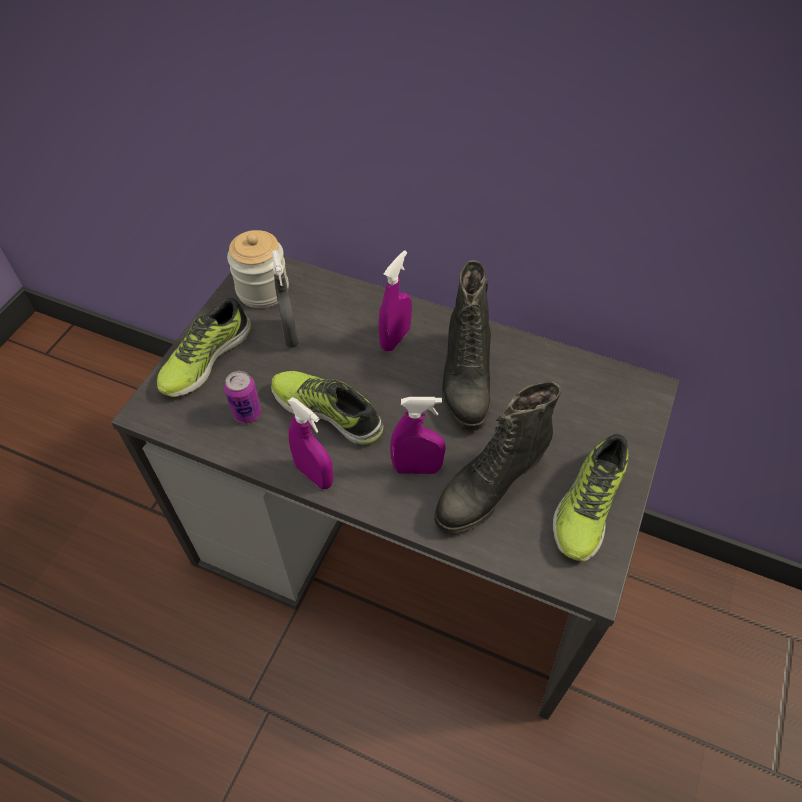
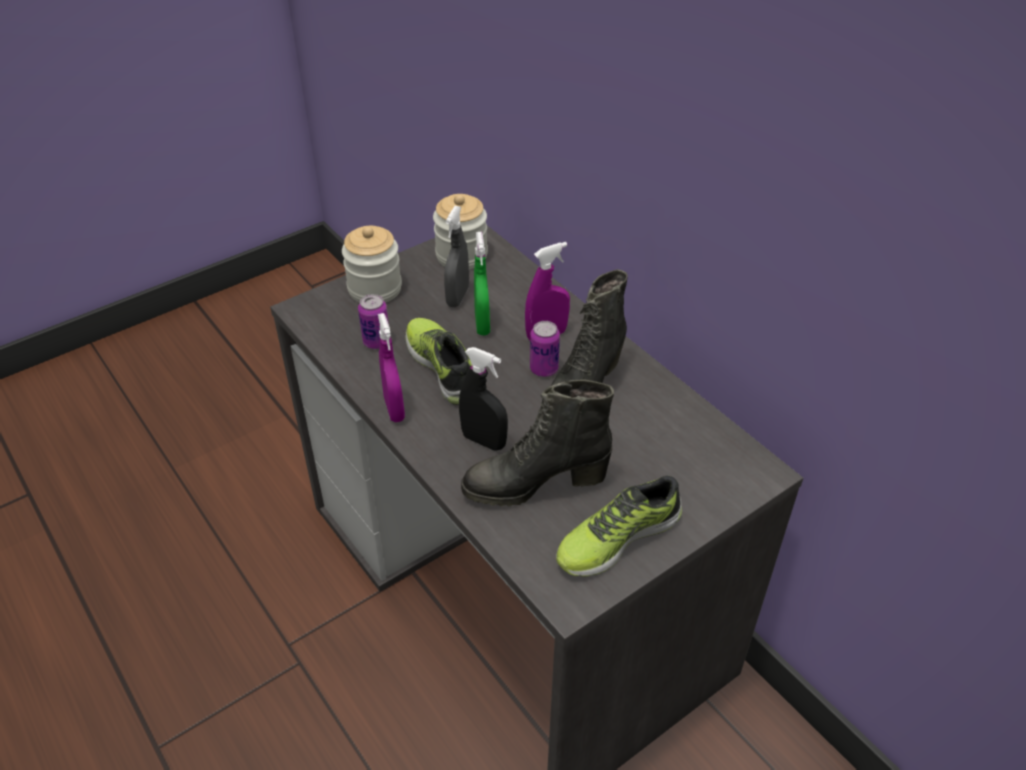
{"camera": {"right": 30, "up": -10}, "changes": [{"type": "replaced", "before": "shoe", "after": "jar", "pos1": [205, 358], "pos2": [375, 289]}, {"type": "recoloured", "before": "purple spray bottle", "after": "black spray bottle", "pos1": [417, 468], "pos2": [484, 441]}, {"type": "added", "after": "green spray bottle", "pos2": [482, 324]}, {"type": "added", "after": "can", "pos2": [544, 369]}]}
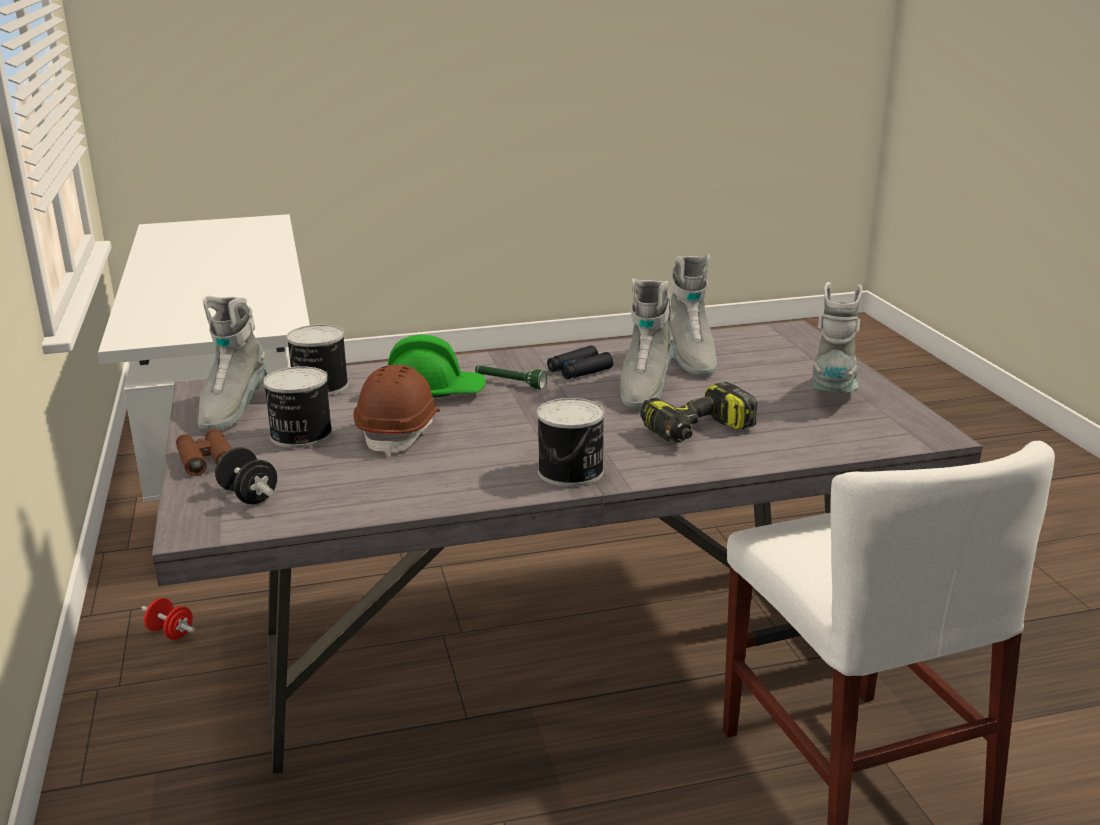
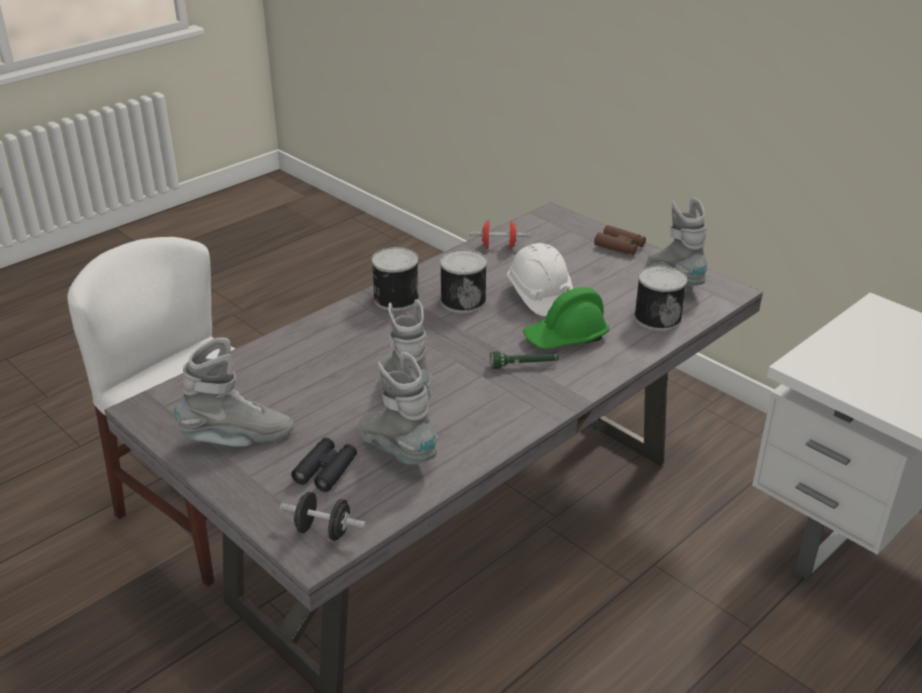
{"camera": {"right": 150, "up": 10}, "changes": [{"type": "turned", "before": "grey boot", "pos1": [833, 393], "pos2": [238, 439], "turn": -90}, {"type": "moved", "before": "black dumbbell", "pos1": [248, 496], "pos2": [323, 531]}, {"type": "moved", "before": "black binoculars", "pos1": [579, 370], "pos2": [326, 470]}, {"type": "moved", "before": "can", "pos1": [300, 435], "pos2": [463, 300]}, {"type": "moved", "before": "red dumbbell", "pos1": [171, 633], "pos2": [499, 247]}, {"type": "recoloured", "before": "brown hard hat", "after": "white hard hat", "pos1": [400, 432], "pos2": [539, 296]}, {"type": "removed", "before": "power drill", "pos1": [698, 431]}]}
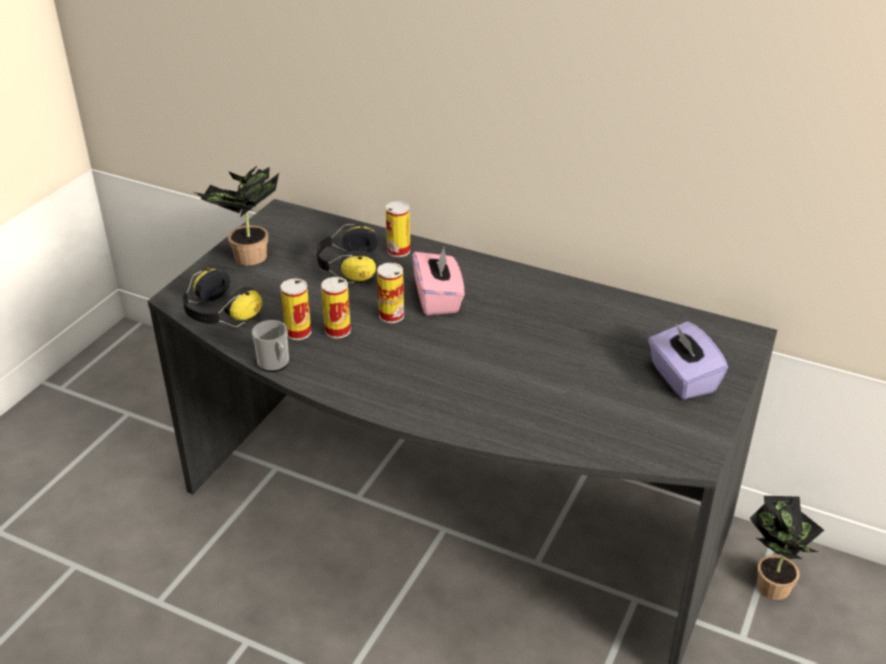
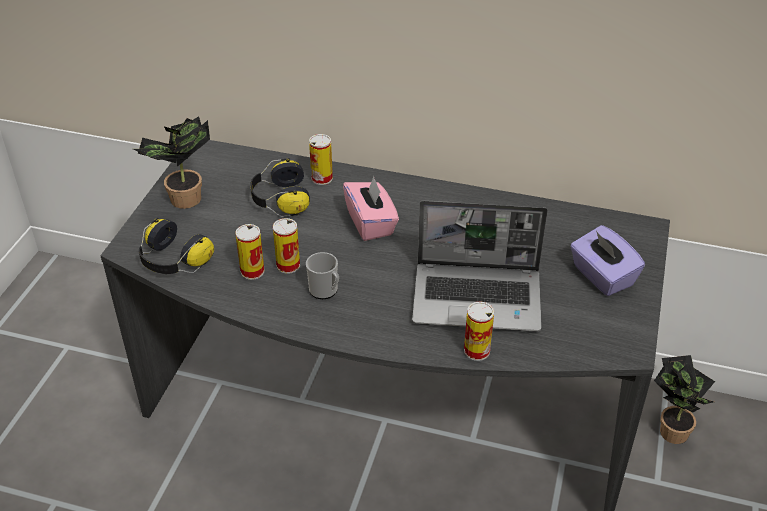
{"camera": {"right": -10, "up": 5}, "changes": [{"type": "moved", "before": "mug", "pos1": [275, 364], "pos2": [325, 291]}, {"type": "added", "after": "laptop", "pos2": [478, 298]}, {"type": "moved", "before": "can", "pos1": [391, 315], "pos2": [476, 351]}]}
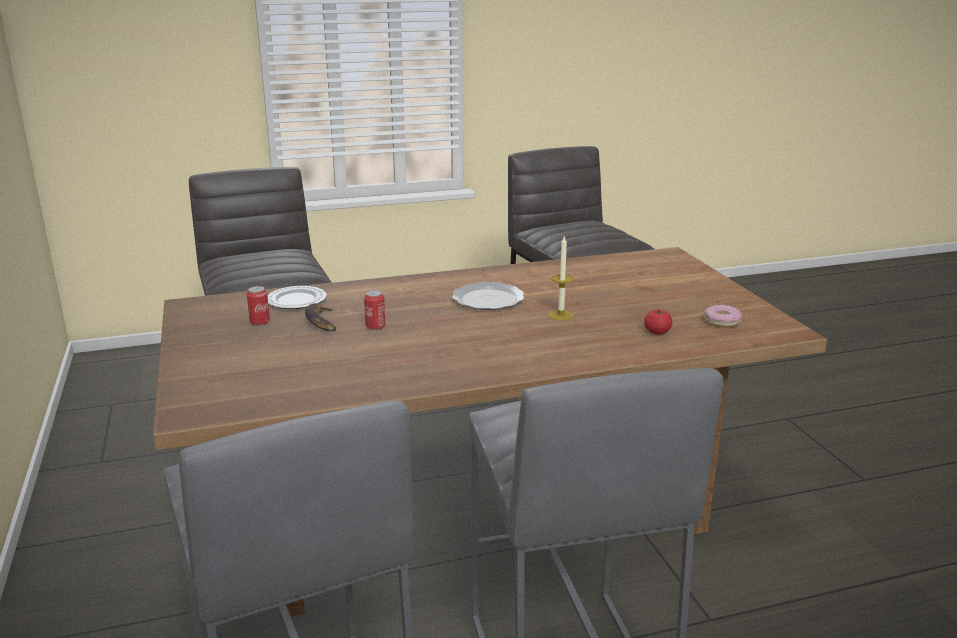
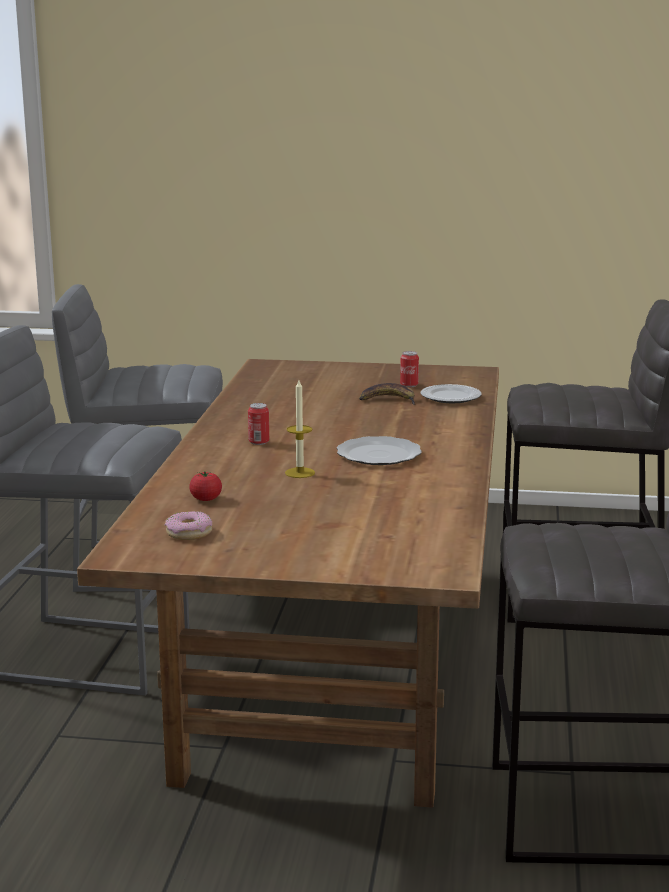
{"camera": {"right": 115, "up": -5}, "changes": [{"type": "moved", "before": "can", "pos1": [375, 327], "pos2": [259, 442]}]}
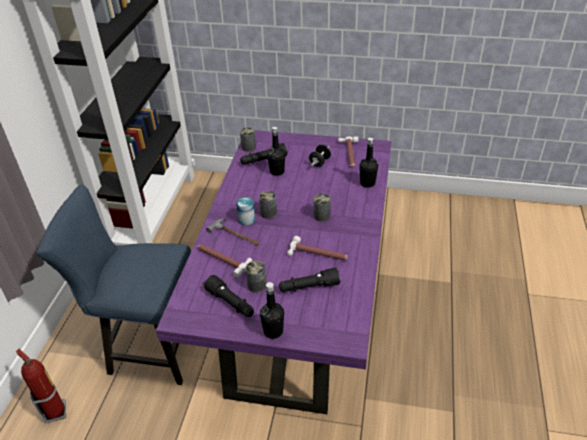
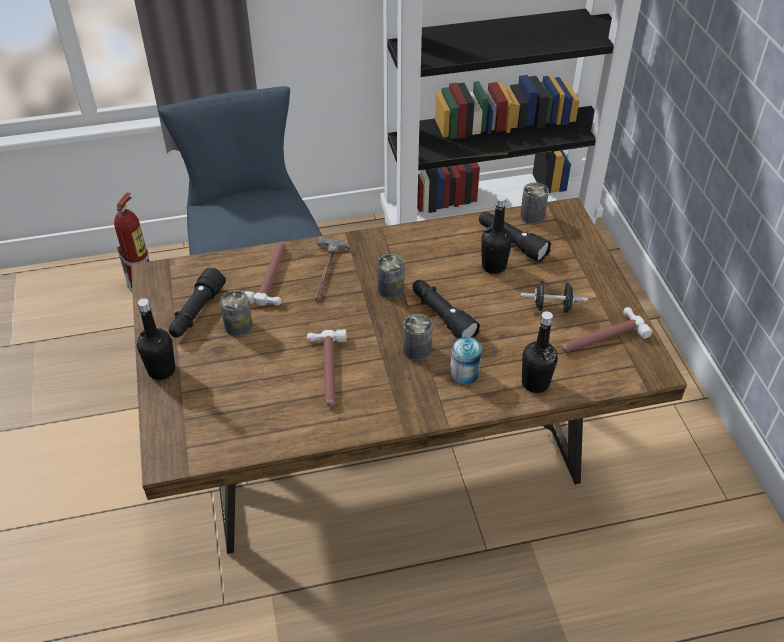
{"camera": {"right": 65, "up": 5}, "changes": [{"type": "recoloured", "before": "purple dining table", "after": "brown dining table", "pos1": [296, 310], "pos2": [394, 455]}, {"type": "moved", "before": "black flashlight", "pos1": [309, 287], "pos2": [442, 316]}, {"type": "moved", "before": "can", "pos1": [246, 219], "pos2": [464, 373]}]}
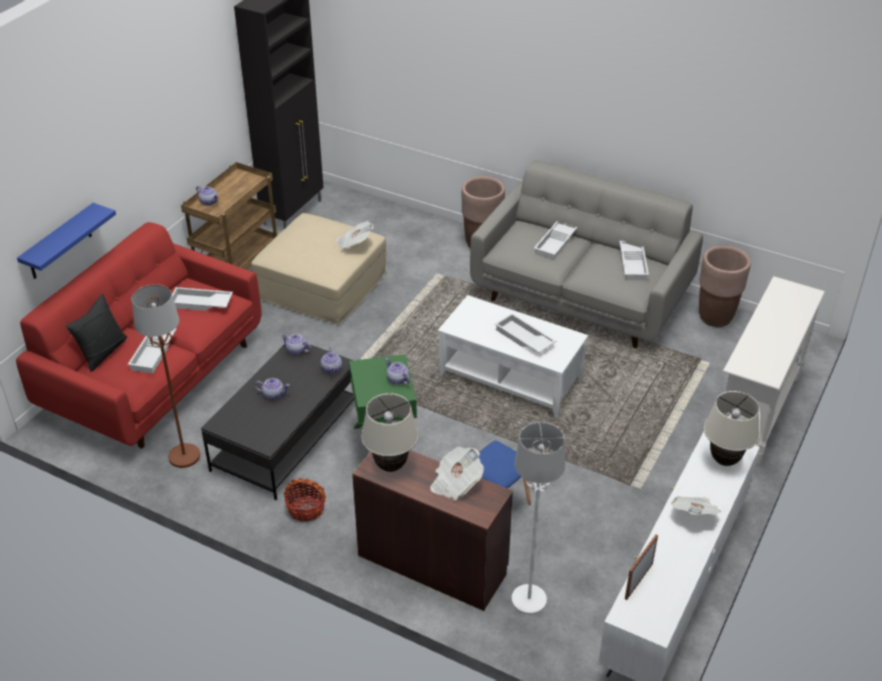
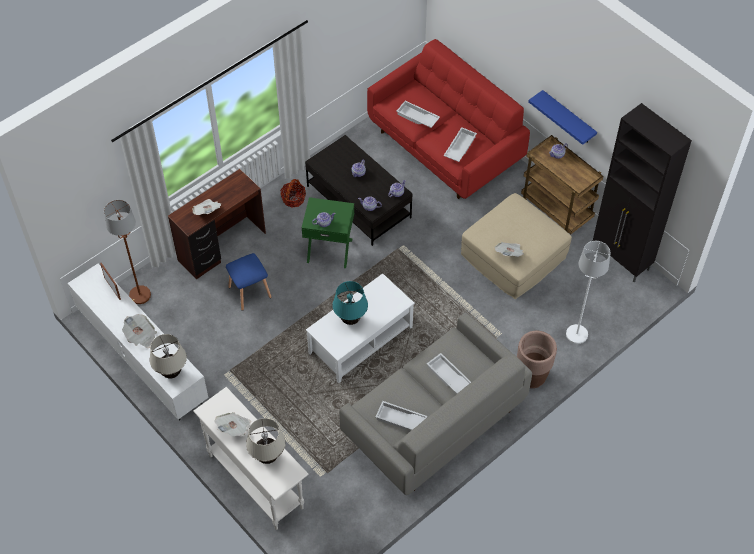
{"camera": {"right": 110, "up": 15}, "changes": [{"type": "moved", "before": "brown floor lamp", "pos1": [184, 456], "pos2": [140, 295]}, {"type": "added", "after": "newspaper", "pos2": [234, 428]}, {"type": "moved", "before": "beige table lamp", "pos1": [391, 466], "pos2": [267, 457]}, {"type": "replaced", "before": "white tray", "after": "turquoise table lamp", "pos1": [523, 338], "pos2": [350, 319]}, {"type": "moved", "before": "blue shelf", "pos1": [59, 243], "pos2": [568, 118]}, {"type": "moved", "before": "white floor lamp", "pos1": [529, 600], "pos2": [577, 334]}, {"type": "removed", "before": "black pillow", "pos1": [103, 352]}, {"type": "removed", "before": "brown planter", "pos1": [715, 317]}]}
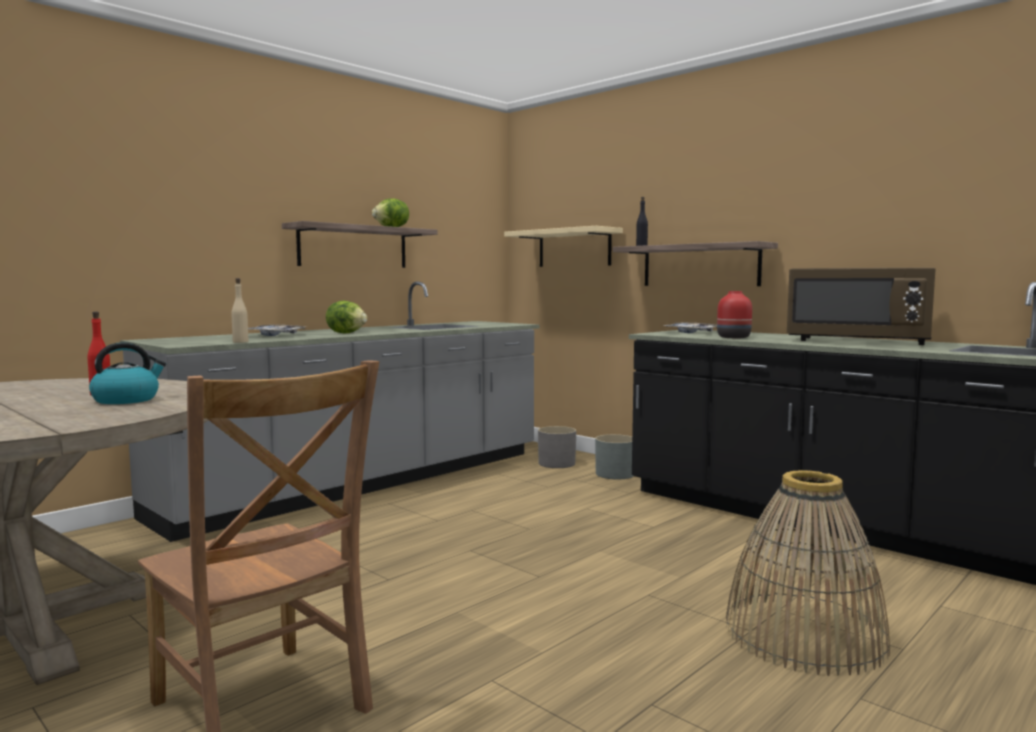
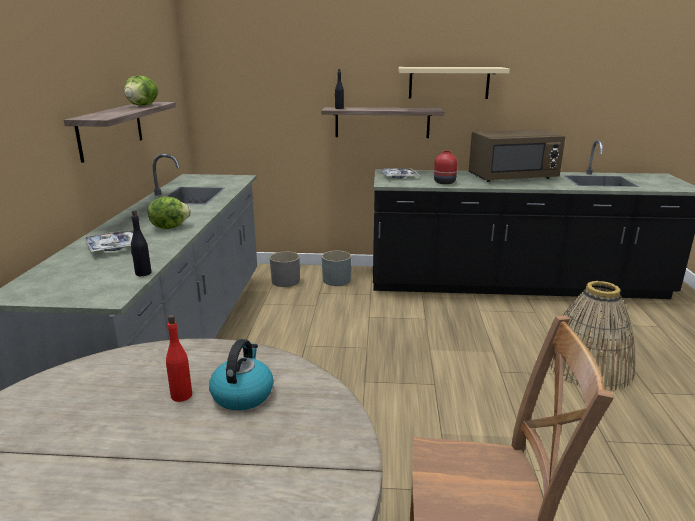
{"camera": {"right": -40, "up": 15}, "changes": [{"type": "recoloured", "before": "beige bottle", "after": "black bottle", "pos1": [240, 342], "pos2": [143, 273]}, {"type": "moved", "before": "beige shelf", "pos1": [574, 248], "pos2": [449, 82]}]}
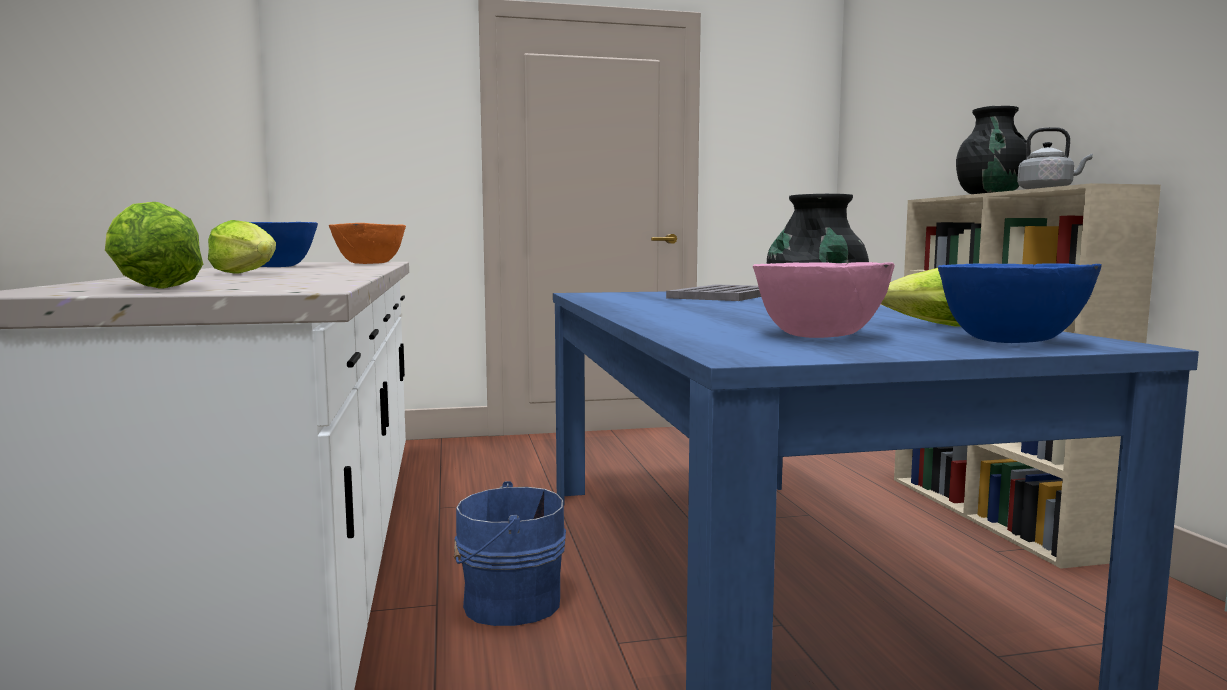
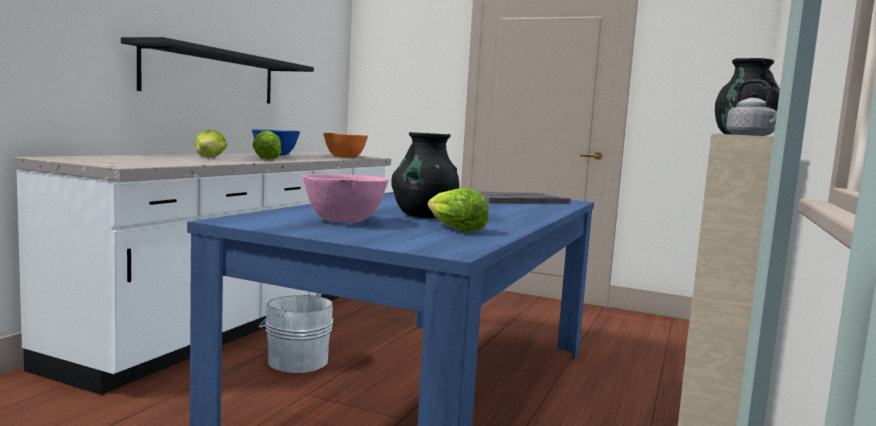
{"camera": {"right": 35, "up": 0}, "changes": [{"type": "added", "after": "black shelf", "pos2": [211, 76]}, {"type": "moved", "before": "lettuce", "pos1": [150, 287], "pos2": [267, 159]}, {"type": "recoloured", "before": "blue bucket", "after": "white bucket", "pos1": [507, 603], "pos2": [296, 361]}, {"type": "removed", "before": "blue bowl", "pos1": [1012, 341]}]}
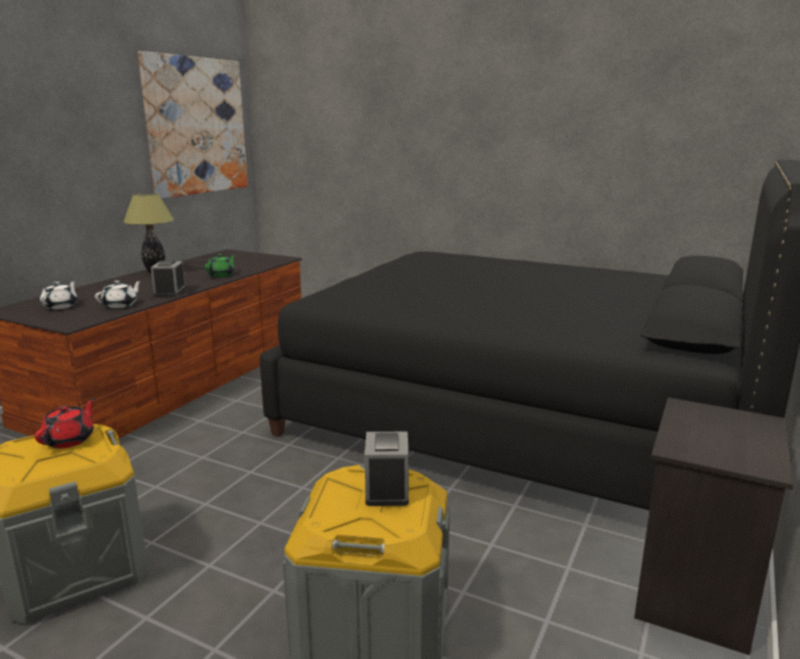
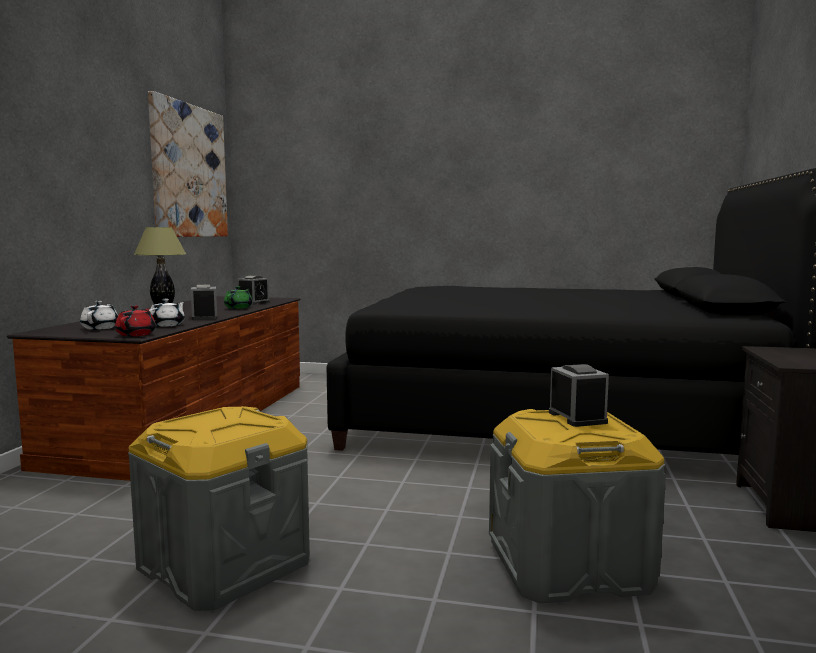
{"camera": {"right": -15, "up": -10}, "changes": [{"type": "moved", "before": "red teapot", "pos1": [70, 440], "pos2": [137, 334]}, {"type": "added", "after": "alarm clock", "pos2": [254, 303]}]}
